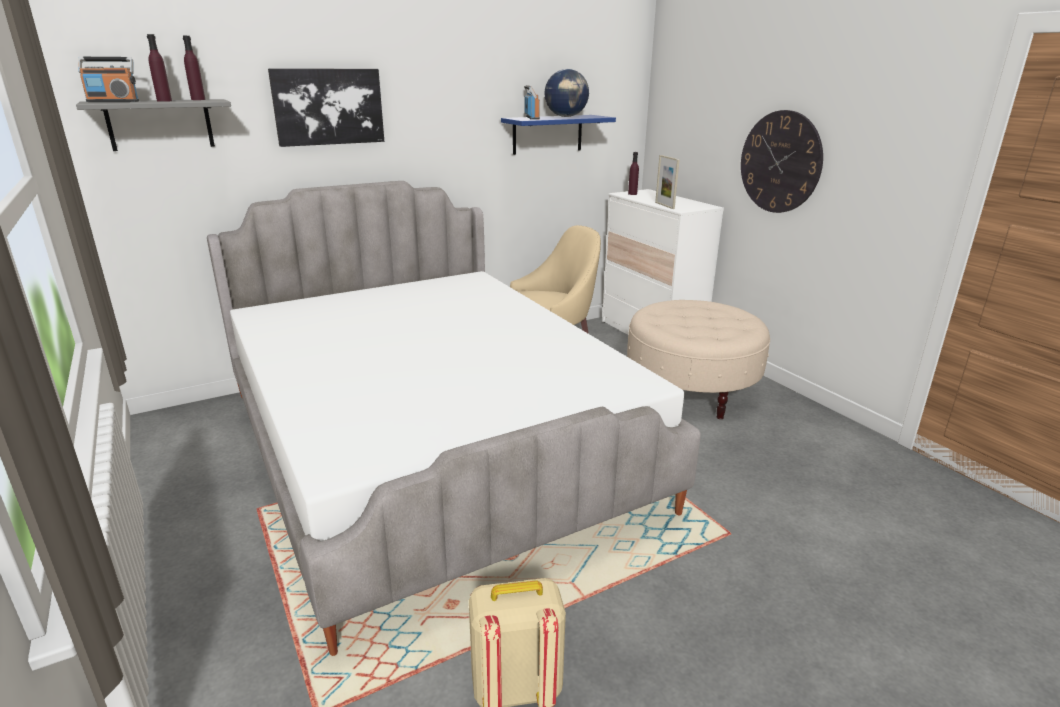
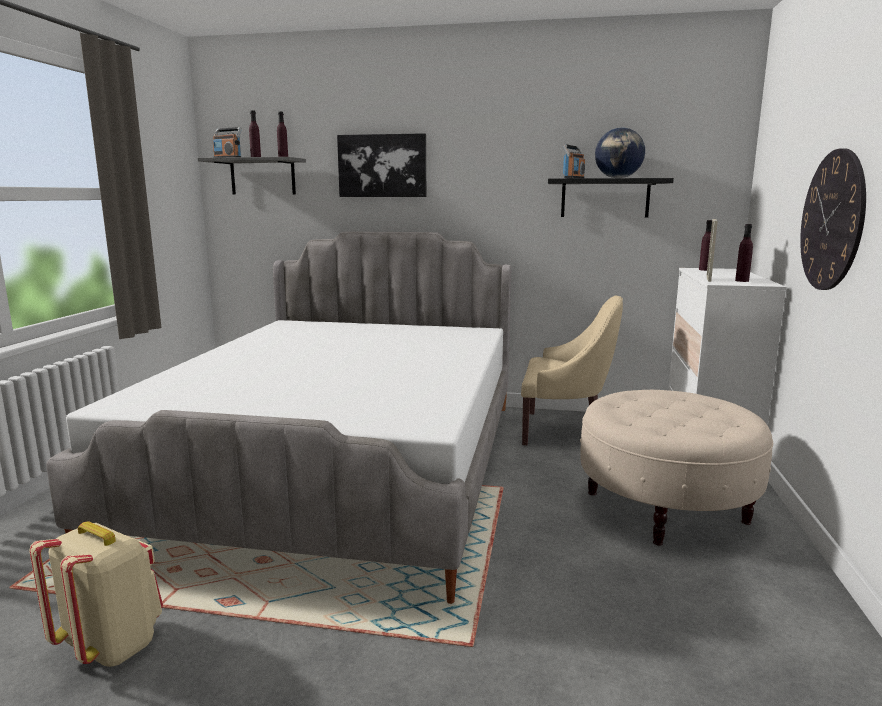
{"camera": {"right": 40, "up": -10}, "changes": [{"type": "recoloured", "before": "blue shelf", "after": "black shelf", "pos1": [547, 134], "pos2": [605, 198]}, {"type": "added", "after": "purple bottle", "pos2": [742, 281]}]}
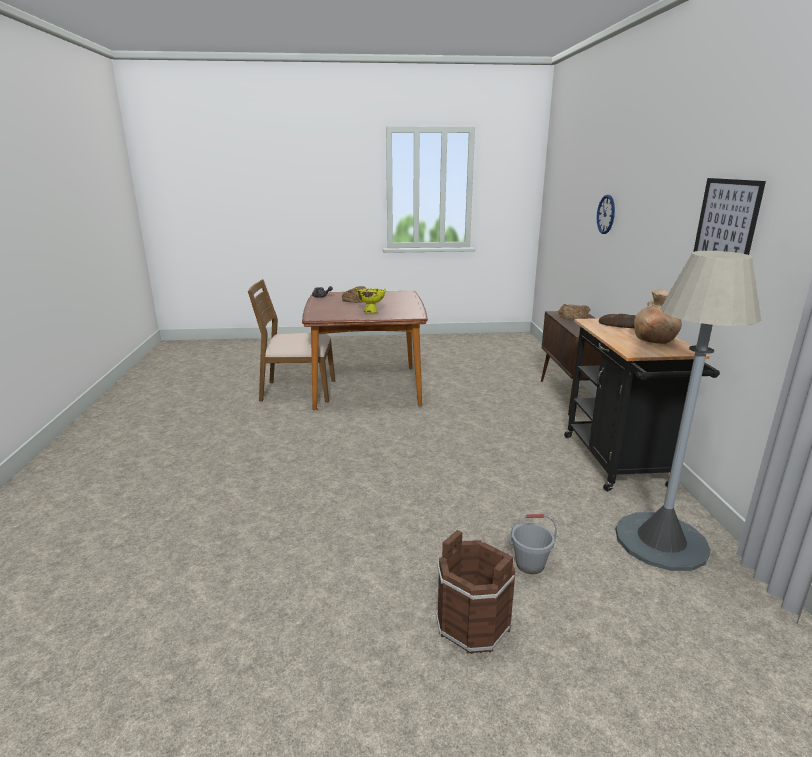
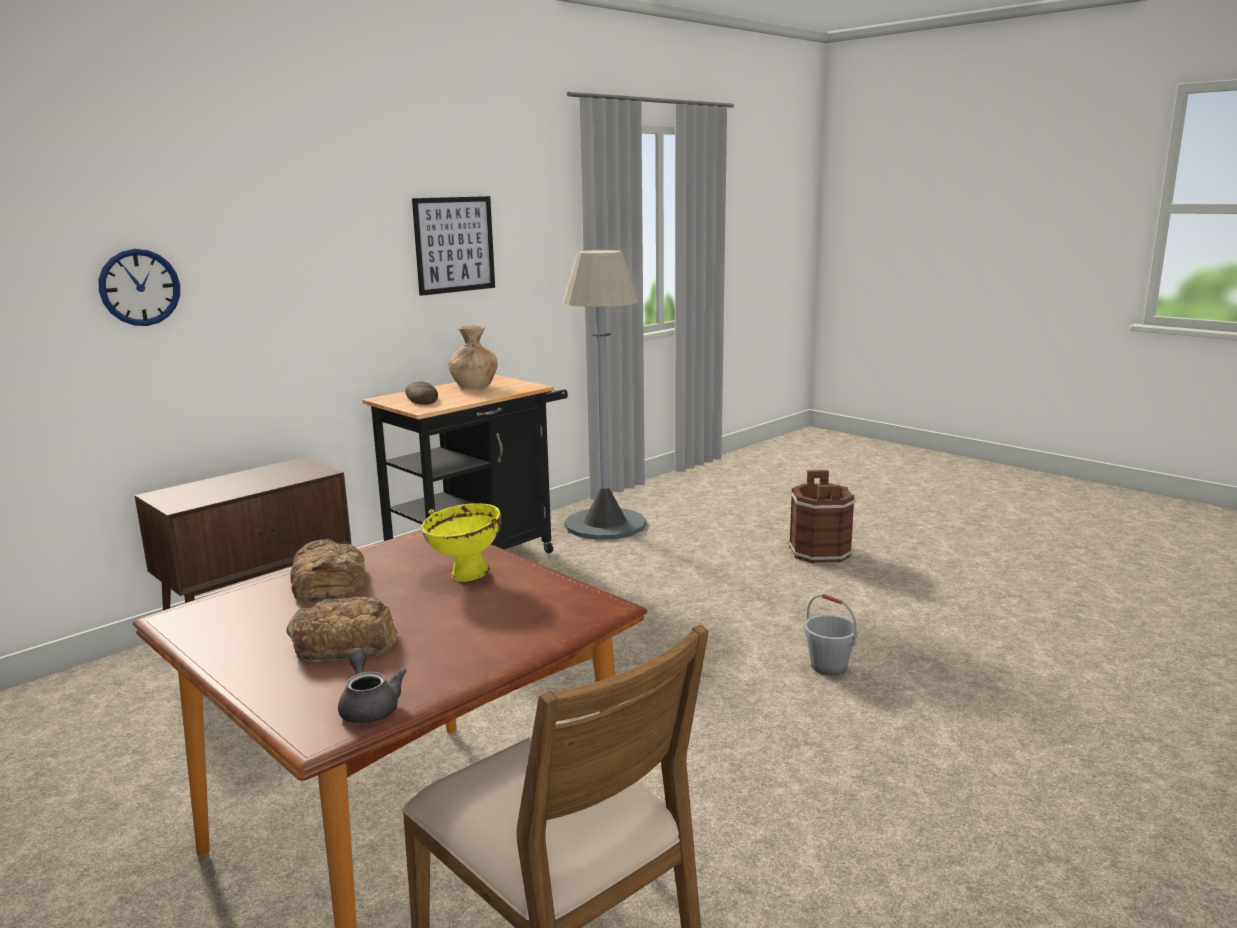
{"camera": {"right": -130, "up": -5}, "changes": [{"type": "moved", "before": "bread", "pos1": [573, 316], "pos2": [328, 582]}, {"type": "moved", "before": "grey bucket", "pos1": [529, 565], "pos2": [829, 666]}]}
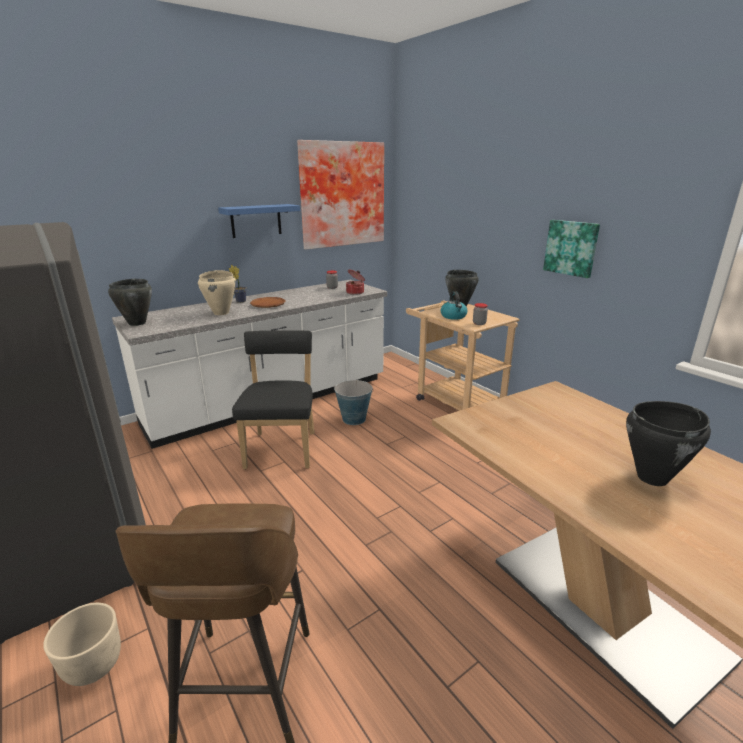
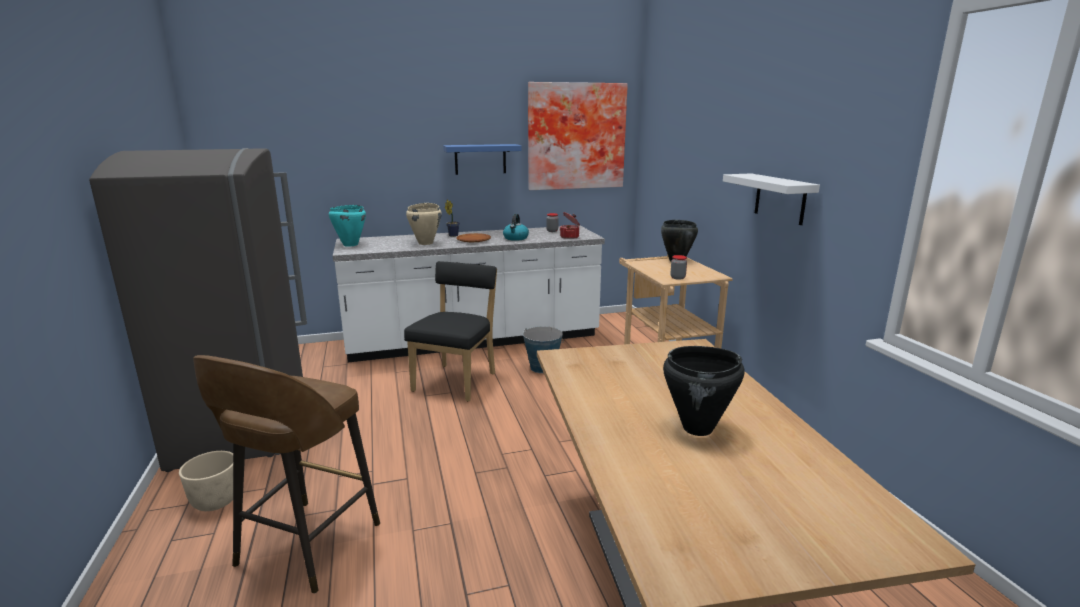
{"camera": {"right": 20, "up": -5}, "changes": [{"type": "recoloured", "before": "black cooking pot", "after": "turquoise cooking pot", "pos1": [136, 323], "pos2": [350, 245]}, {"type": "moved", "before": "kettle", "pos1": [453, 316], "pos2": [516, 238]}, {"type": "replaced", "before": "picture", "after": "white shelf", "pos1": [571, 248], "pos2": [780, 198]}]}
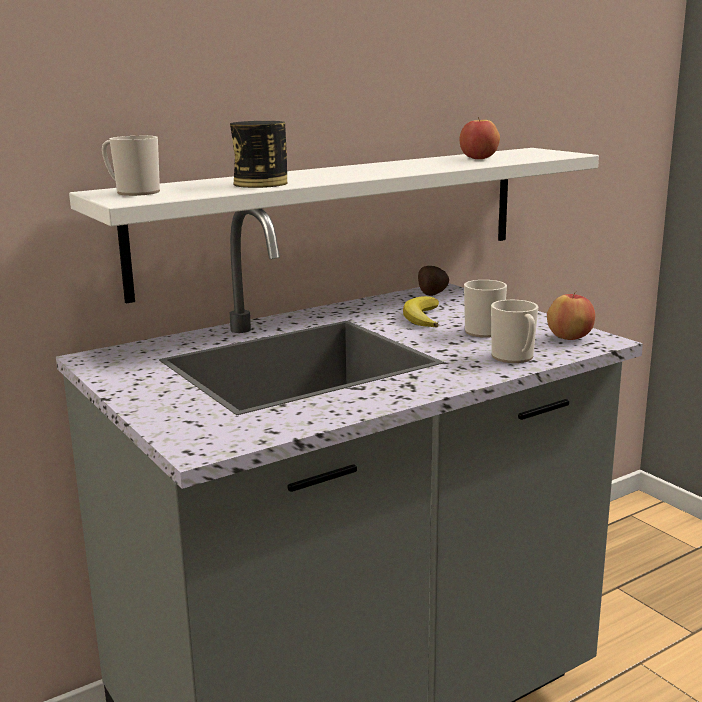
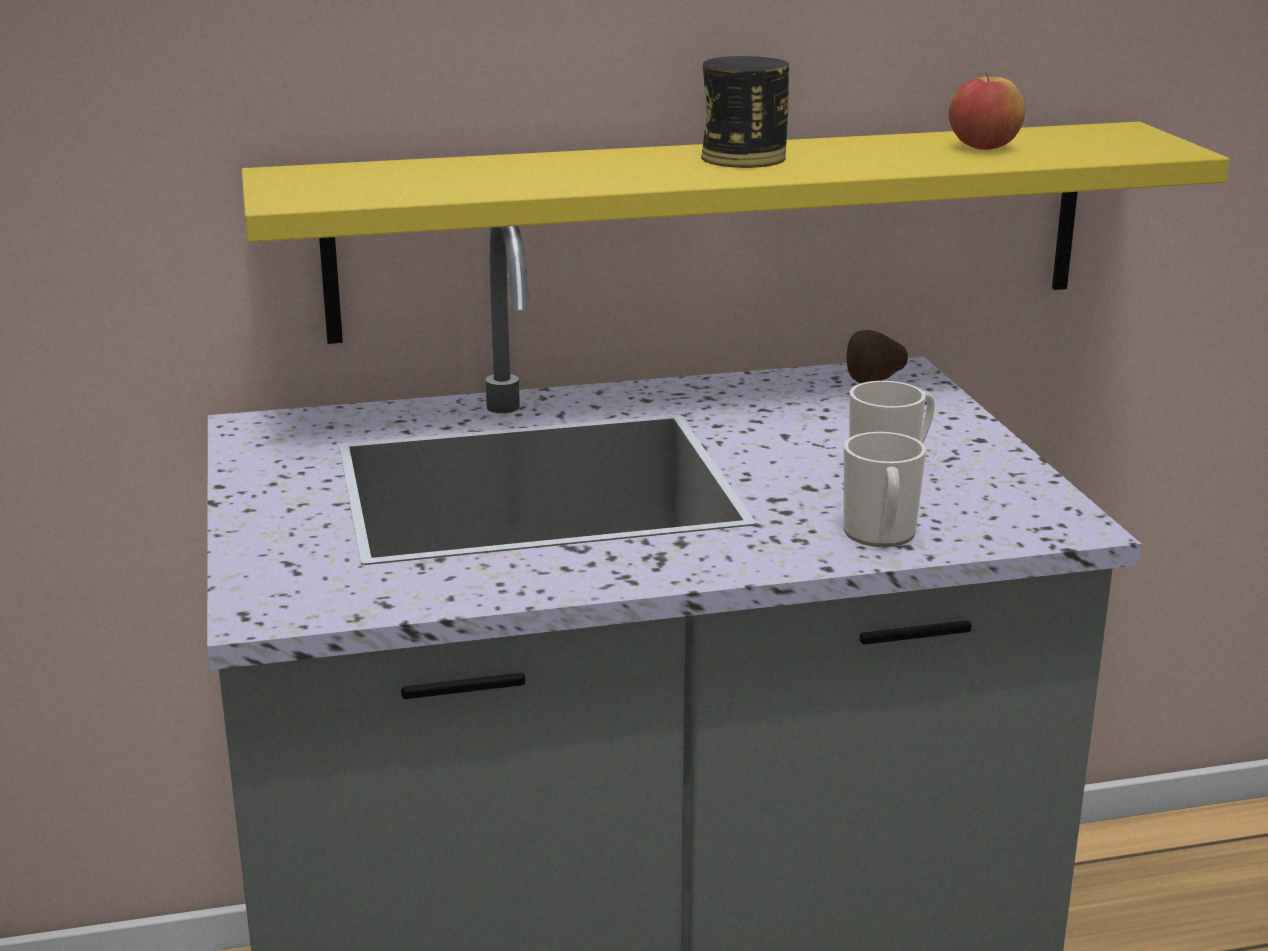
{"camera": {"right": 20, "up": 5}, "changes": [{"type": "recoloured", "before": "white shelf", "after": "yellow shelf", "pos1": [337, 217], "pos2": [715, 229]}, {"type": "moved", "before": "can", "pos1": [260, 183], "pos2": [743, 157]}, {"type": "removed", "before": "mug", "pos1": [133, 192]}, {"type": "removed", "before": "banana", "pos1": [421, 317]}, {"type": "removed", "before": "apple", "pos1": [569, 338]}]}
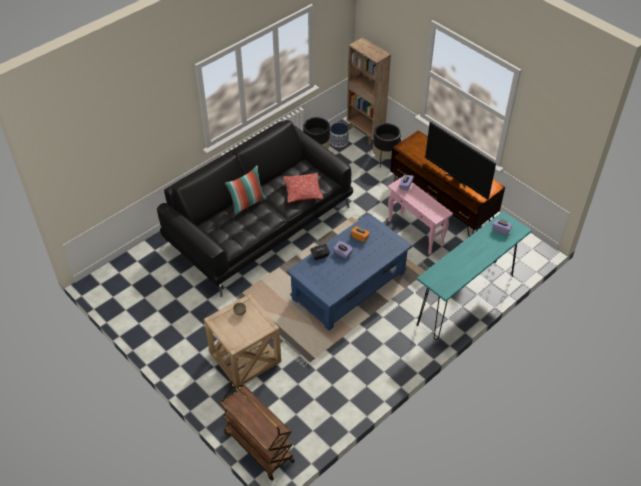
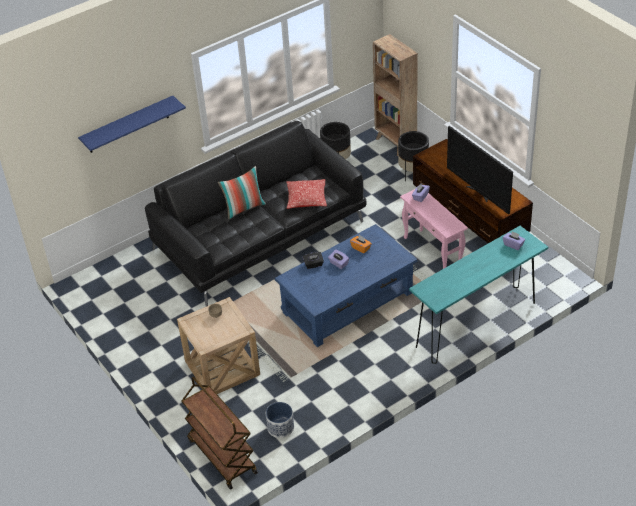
{"camera": {"right": 10, "up": -5}, "changes": [{"type": "added", "after": "blue shelf", "pos2": [128, 125]}, {"type": "moved", "before": "planter", "pos1": [338, 141], "pos2": [280, 427]}]}
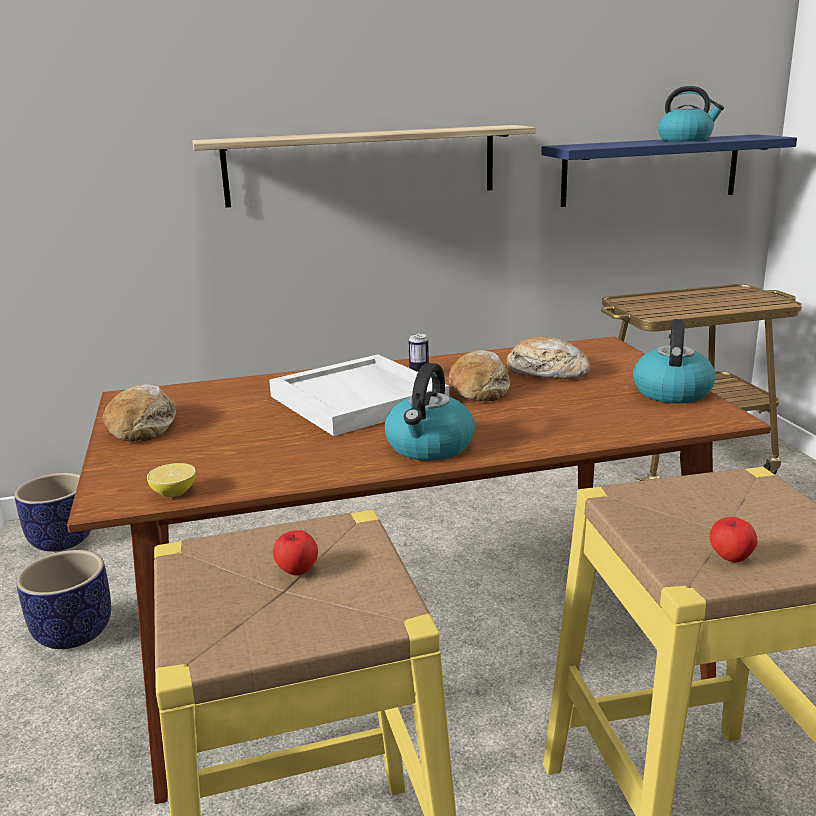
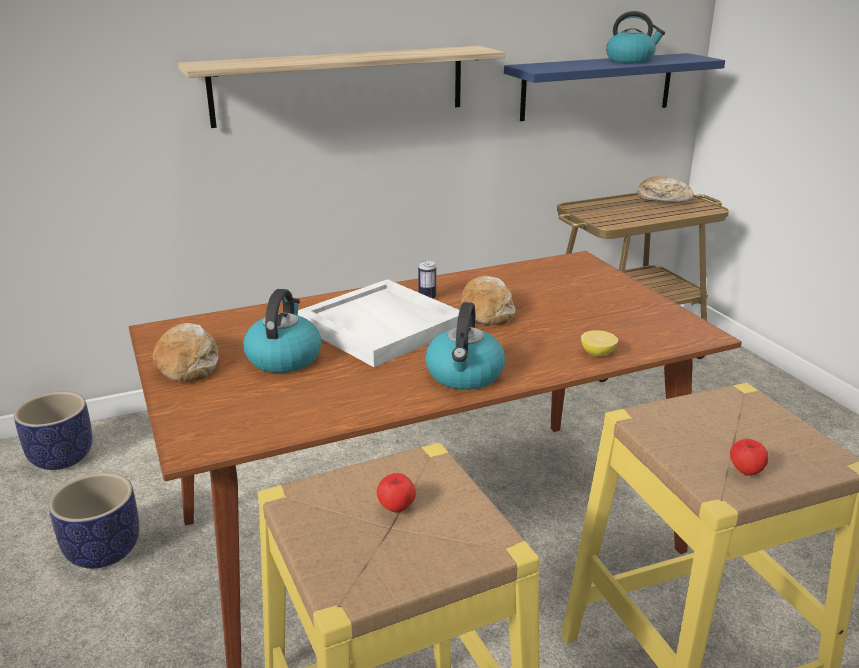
{"camera": {"right": -10, "up": 5}, "changes": [{"type": "moved", "before": "kettle", "pos1": [671, 392], "pos2": [284, 358]}, {"type": "moved", "before": "lemon", "pos1": [174, 493], "pos2": [597, 353]}, {"type": "moved", "before": "bread", "pos1": [547, 372], "pos2": [663, 199]}]}
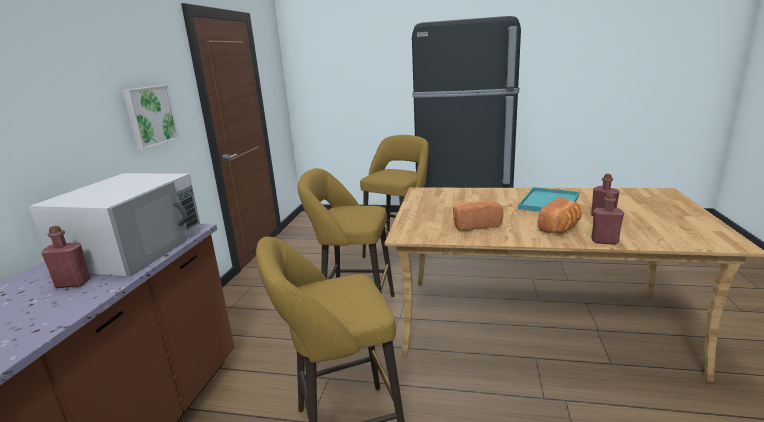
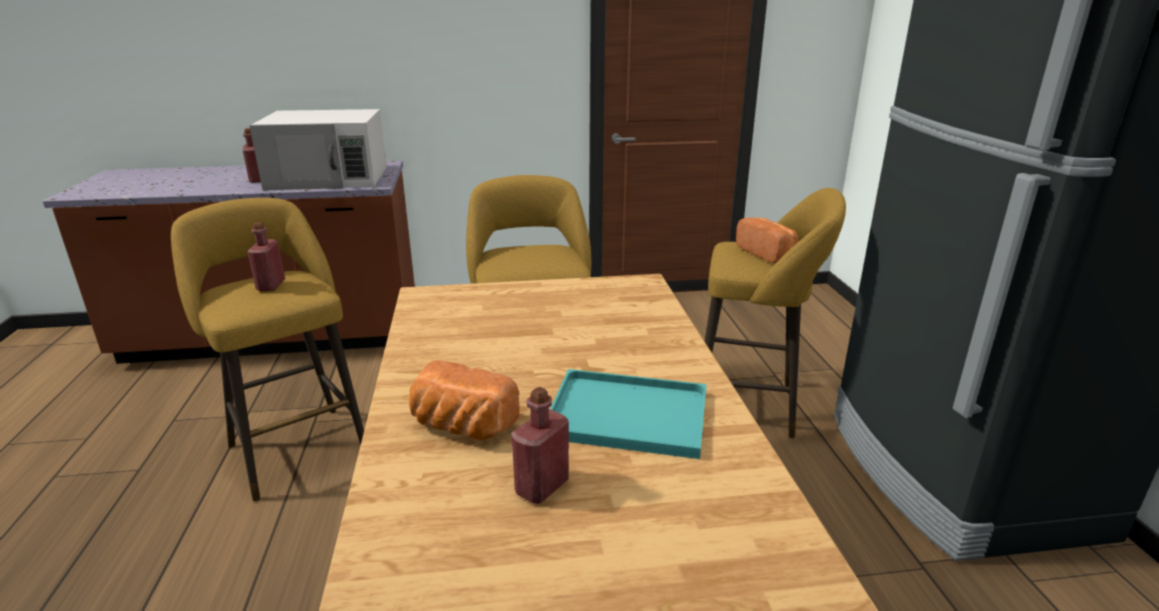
{"camera": {"right": 70, "up": 5}, "changes": [{"type": "moved", "before": "red bottle", "pos1": [604, 241], "pos2": [271, 285]}, {"type": "moved", "before": "bread", "pos1": [475, 225], "pos2": [767, 253]}, {"type": "removed", "before": "picture", "pos1": [150, 116]}]}
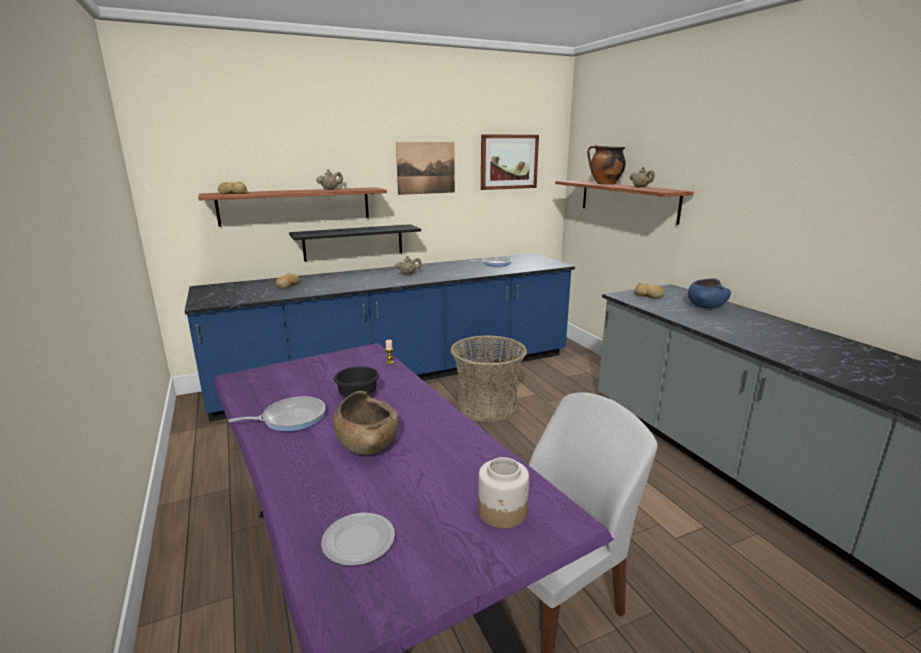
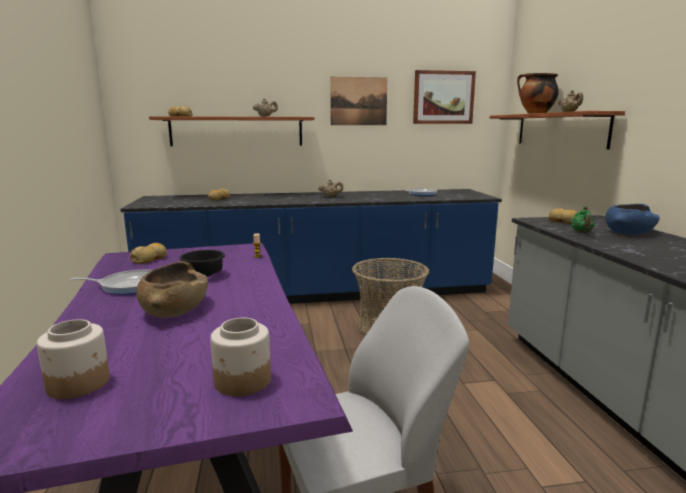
{"camera": {"right": 15, "up": -5}, "changes": [{"type": "replaced", "before": "plate", "after": "jar", "pos1": [359, 541], "pos2": [79, 383]}, {"type": "added", "after": "bread", "pos2": [150, 259]}, {"type": "added", "after": "green teapot", "pos2": [581, 232]}, {"type": "removed", "before": "black shelf", "pos1": [353, 242]}]}
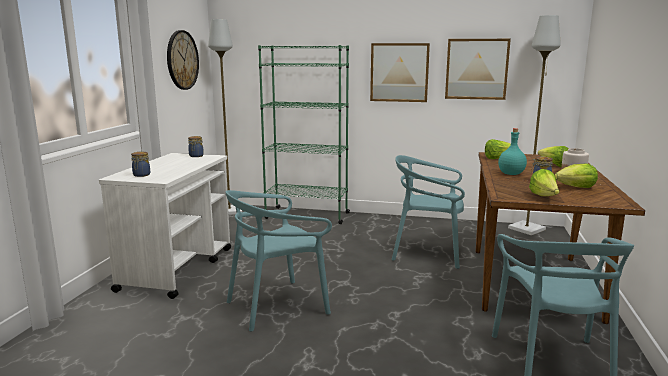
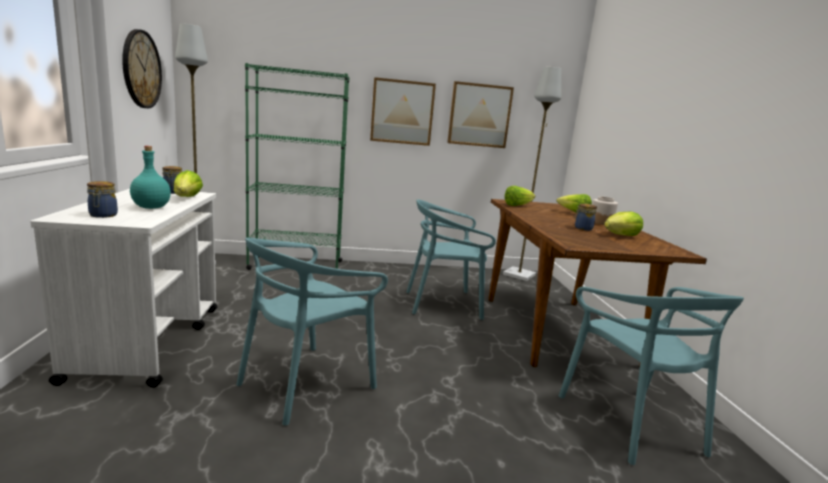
{"camera": {"right": -20, "up": 0}, "changes": [{"type": "moved", "before": "turquoise bottle", "pos1": [511, 174], "pos2": [152, 207]}, {"type": "moved", "before": "lettuce", "pos1": [544, 197], "pos2": [187, 198]}]}
